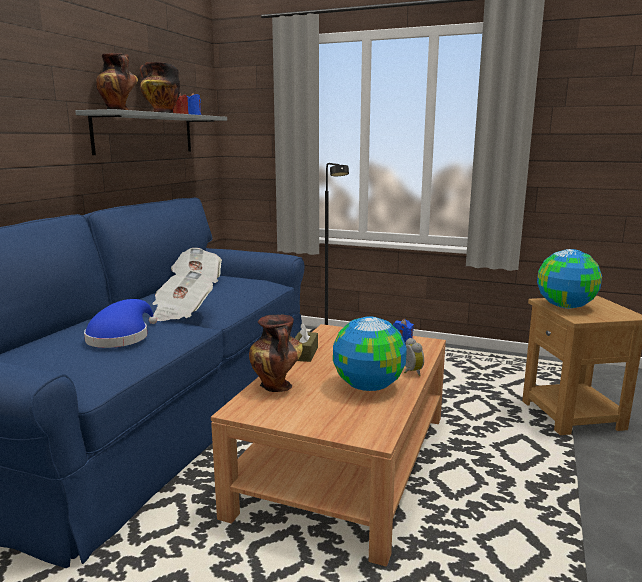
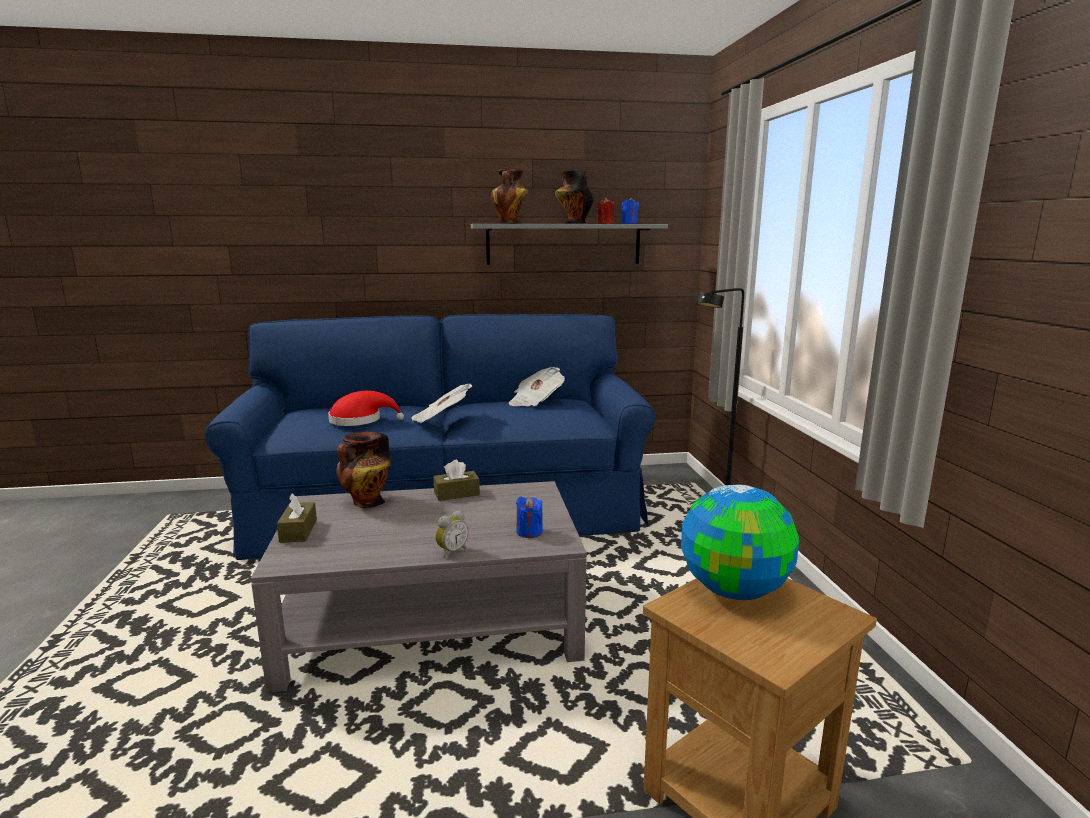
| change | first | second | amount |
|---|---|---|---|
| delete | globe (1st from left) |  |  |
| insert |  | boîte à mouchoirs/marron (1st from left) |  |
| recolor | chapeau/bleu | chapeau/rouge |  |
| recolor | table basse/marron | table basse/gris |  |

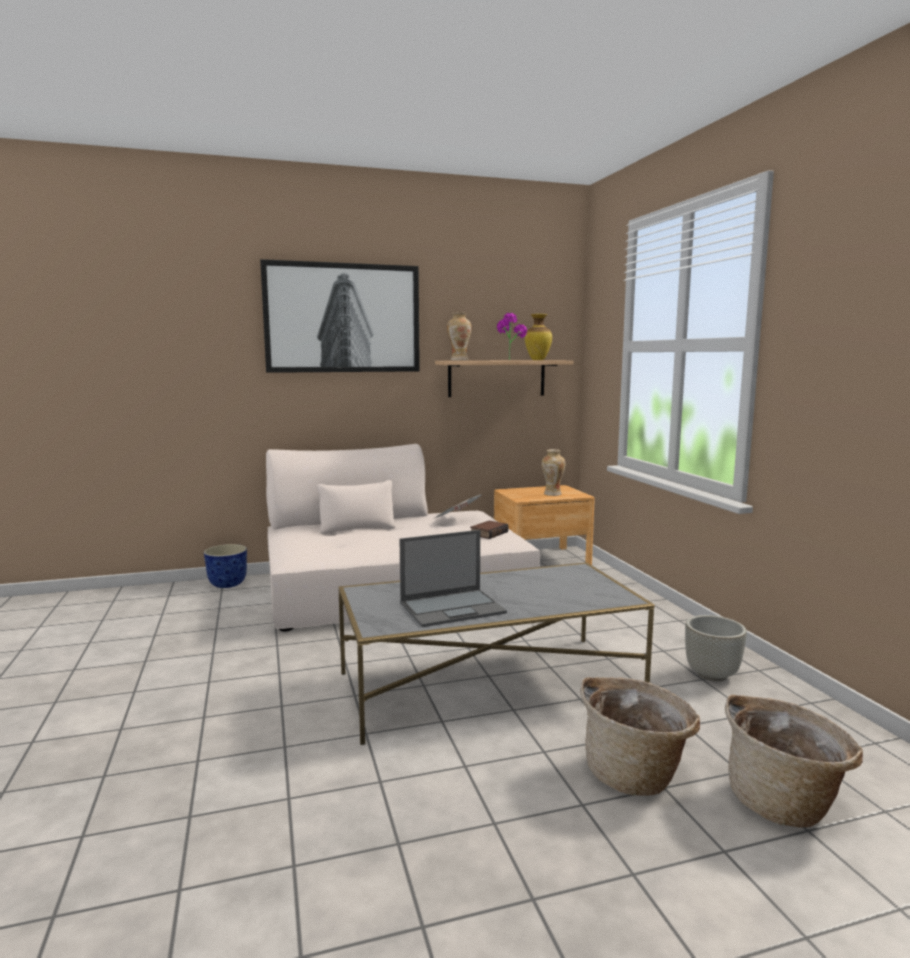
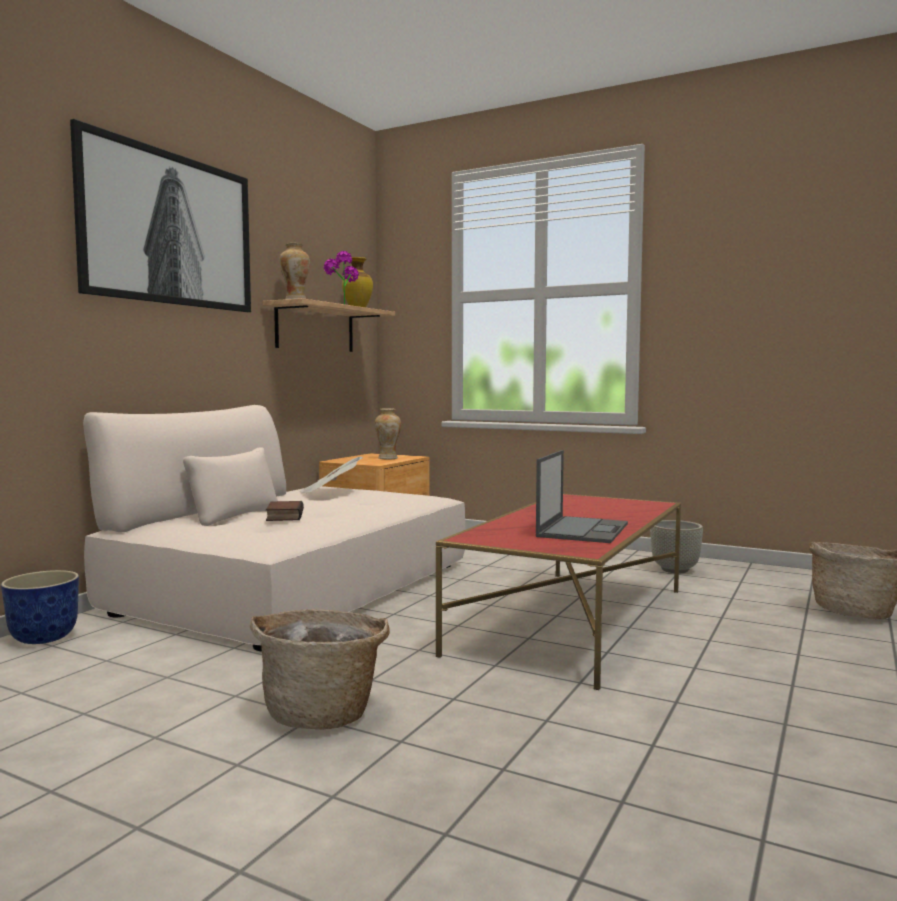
| change | first | second | amount |
|---|---|---|---|
| move | livre |  |  |
| move | panier (1st from left) |  |  |
| recolor | table basse/gris | table basse/rouge |  |

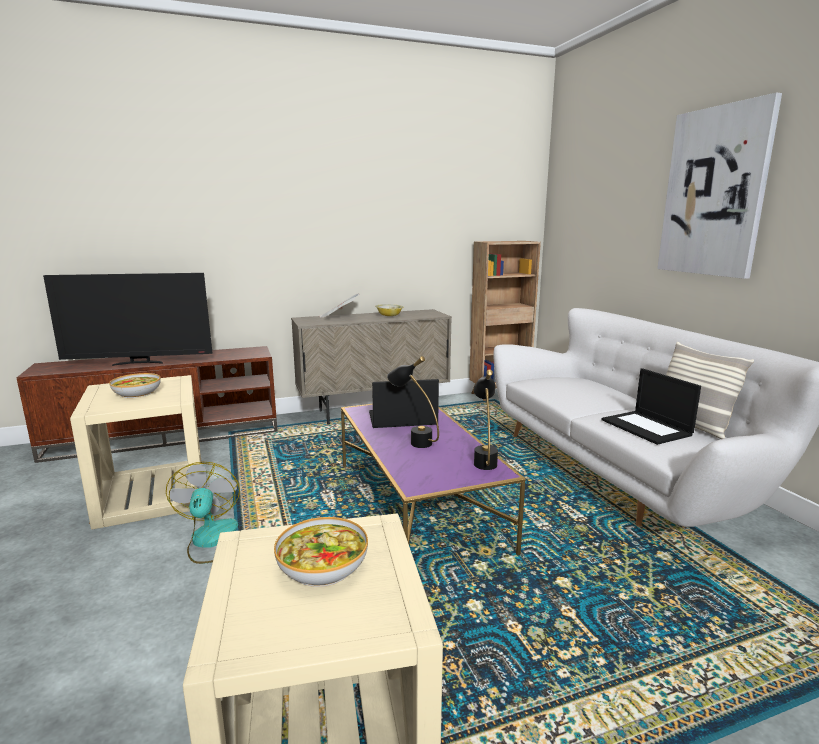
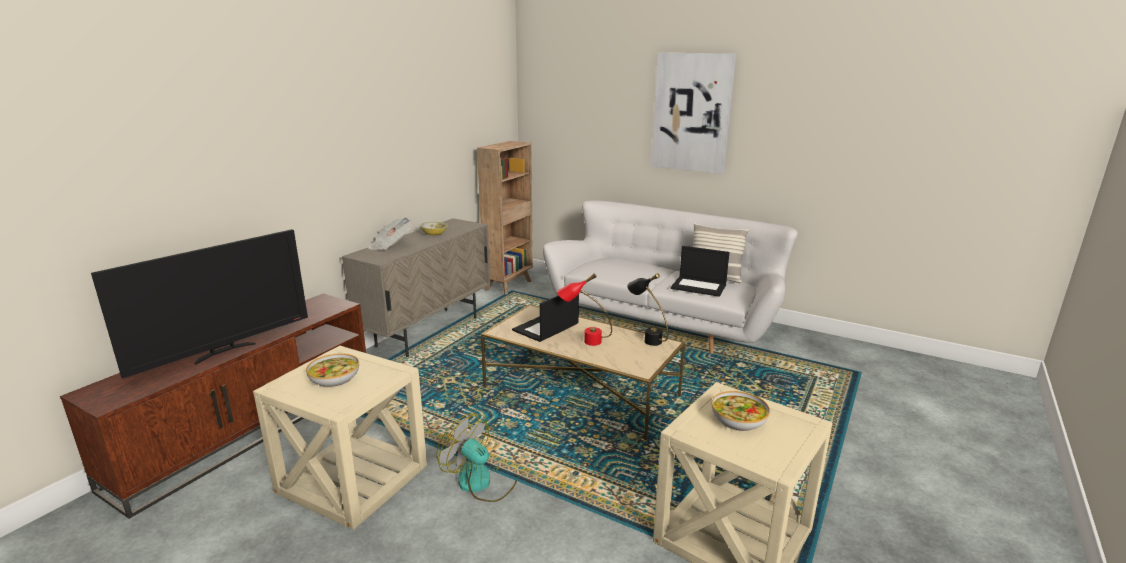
| change | first | second | amount |
|---|---|---|---|
| recolor | table basse/violet | table basse/beige |  |
| recolor | lampe de table/noir (1st from left) | lampe de table/rouge |  |

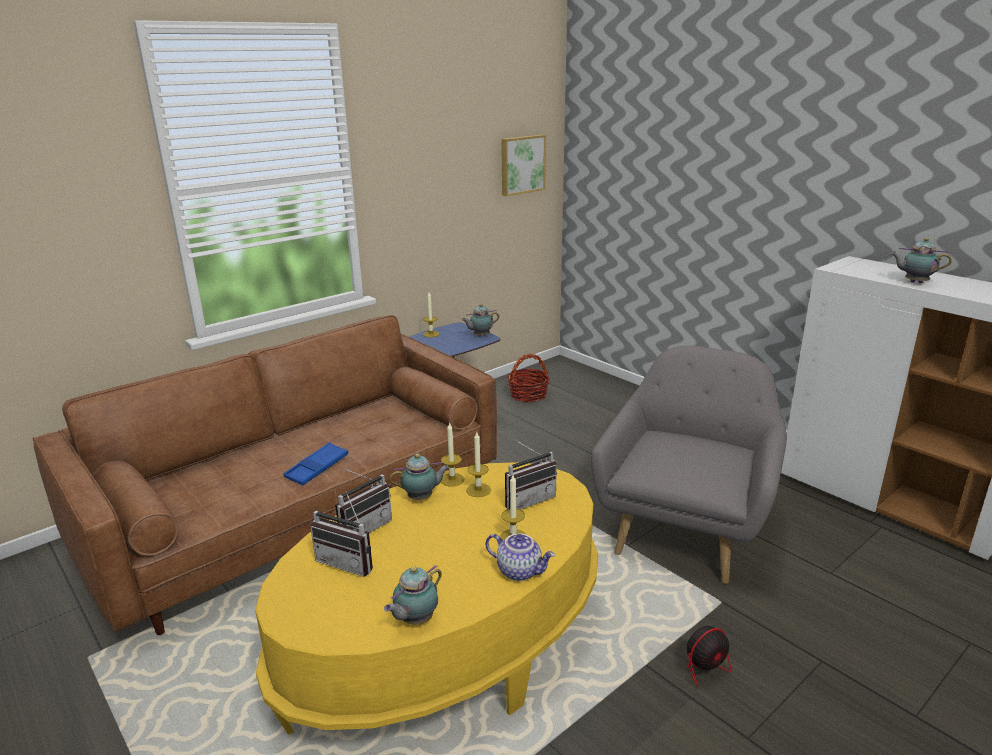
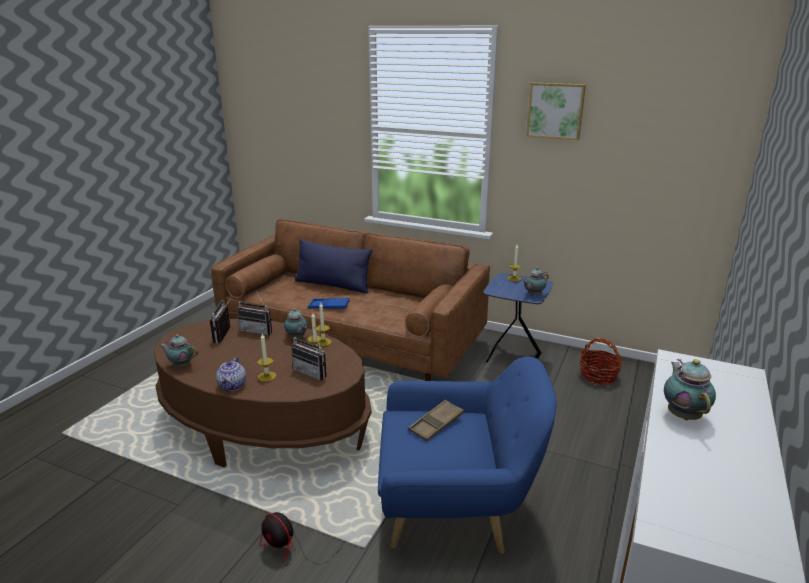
| change | first | second | amount |
|---|---|---|---|
| insert |  | coussin/bleu |  |
| insert |  | plateau/marron |  |
| move | tableau |  |  |
| recolor | table basse/jaune | table basse/marron |  |
| recolor | fauteuil/gris | fauteuil/bleu |  |
| rotate | théière (3rd from left in the first image) | théière (4th from left) | 75 degrees counterclockwise |

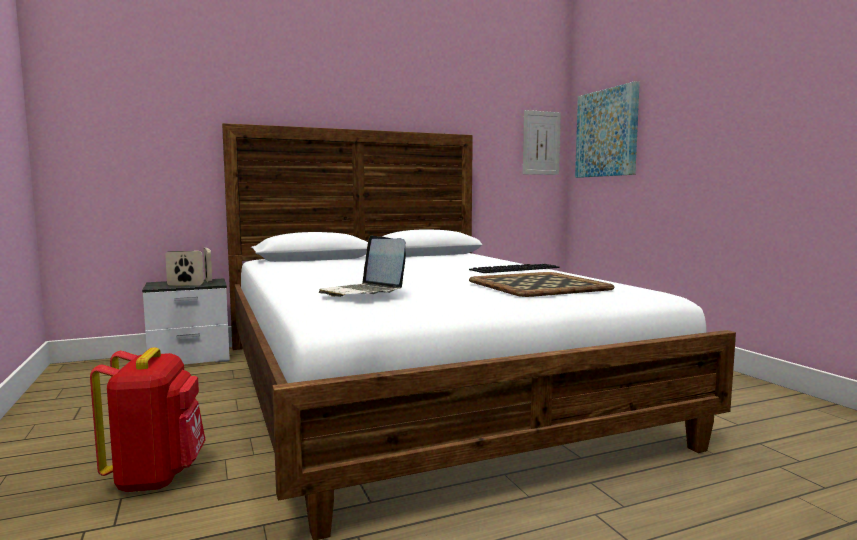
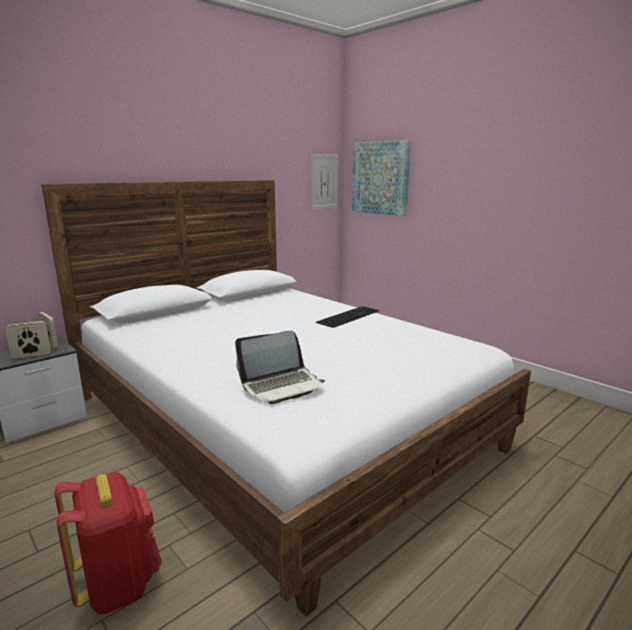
| change | first | second | amount |
|---|---|---|---|
| delete | plateau |  |  |
| rotate | ordinateur portable |  | 60 degrees counterclockwise |

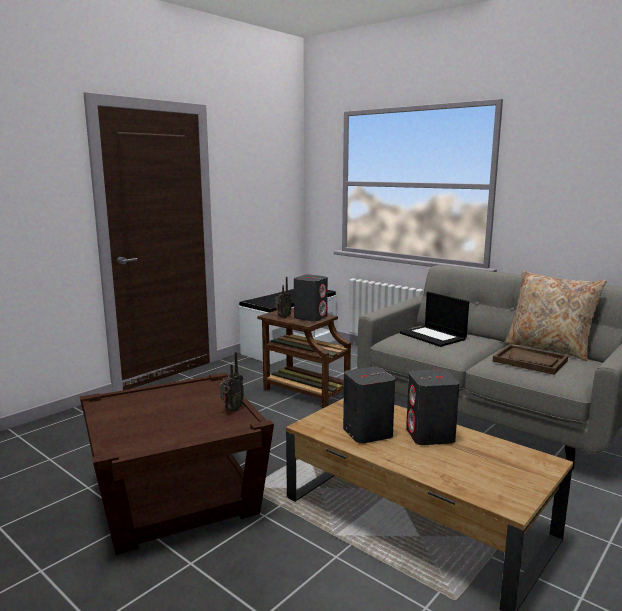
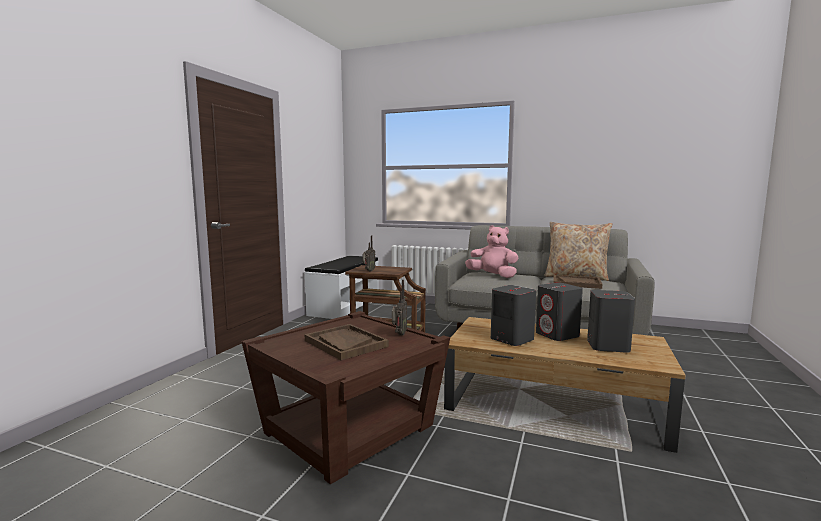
| change | first | second | amount |
|---|---|---|---|
| insert |  | plateau/marron (1st from left) |  |
| move | enceinte/gris (1st from left in the first image) | enceinte/gris (3rd from left) |  |
| replace | ordinateur portable | peluche/rose |  |

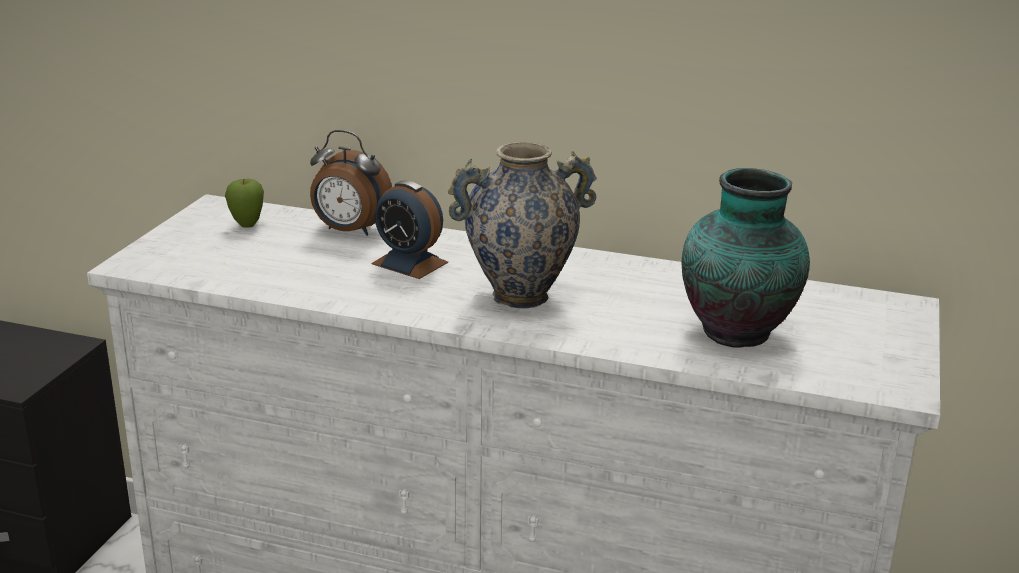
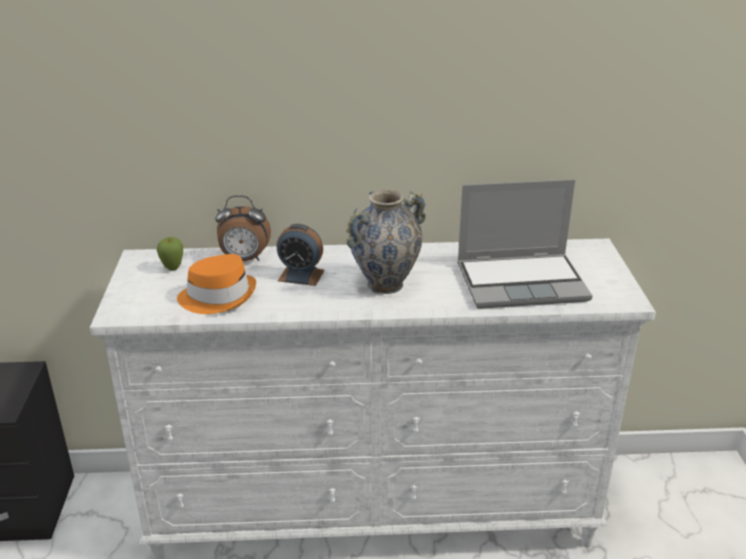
| change | first | second | amount |
|---|---|---|---|
| insert |  | chapeau/orange |  |
| replace | vase (2nd from left) | ordinateur portable |  |

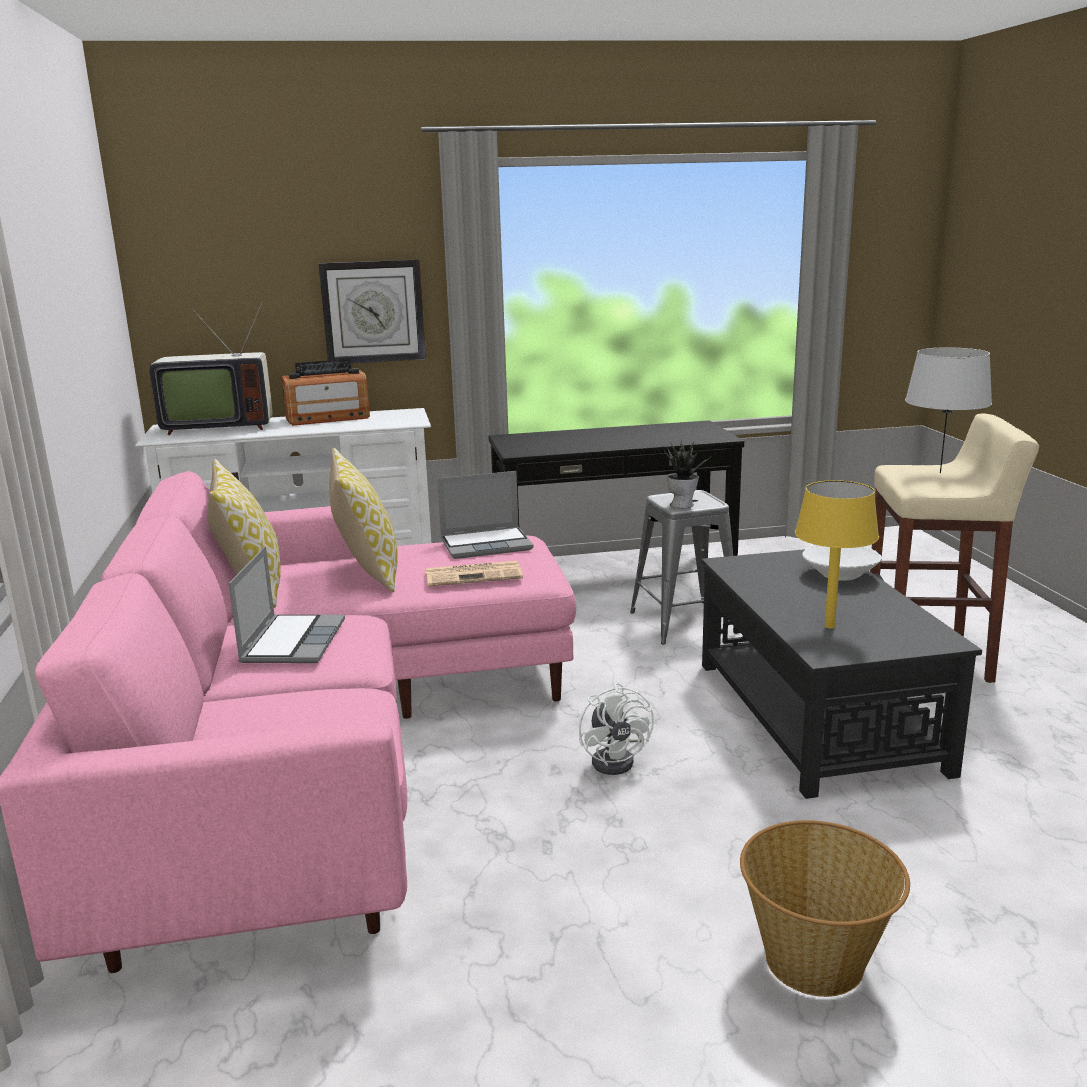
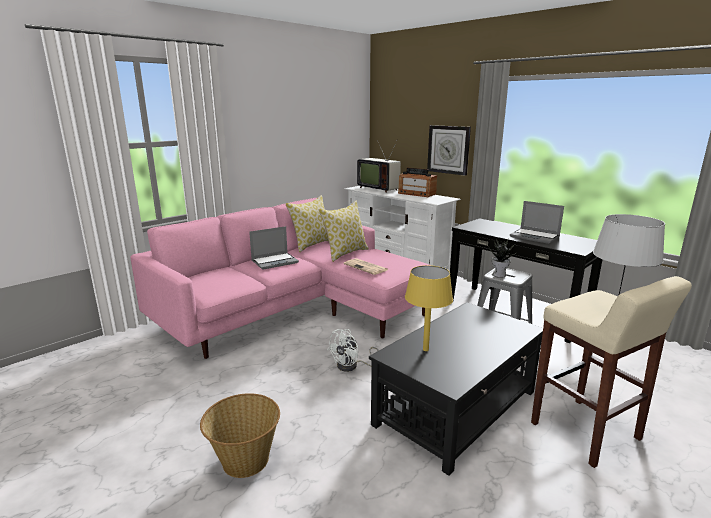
| change | first | second | amount |
|---|---|---|---|
| delete | bol/blanc |  |  |
| move | ordinateur portable (2nd from left) |  |  |

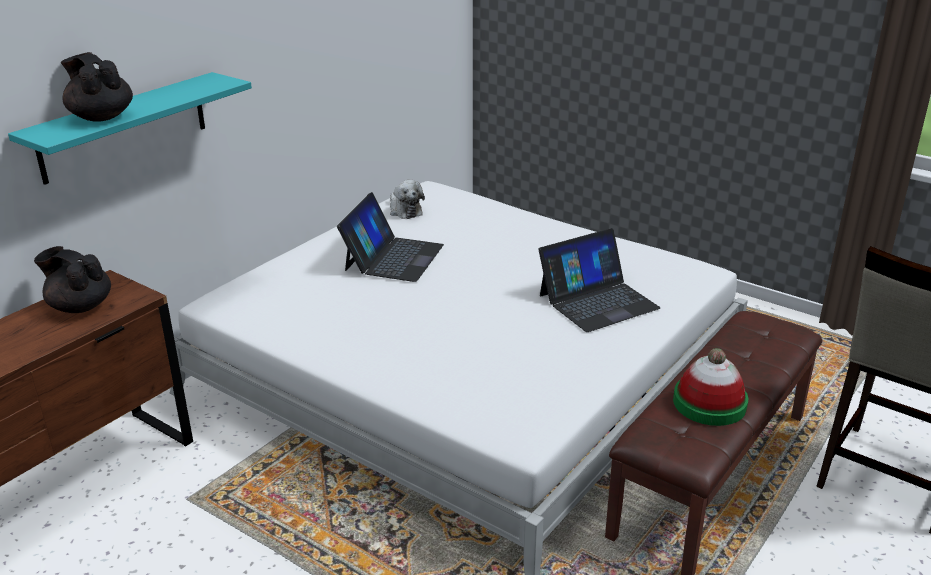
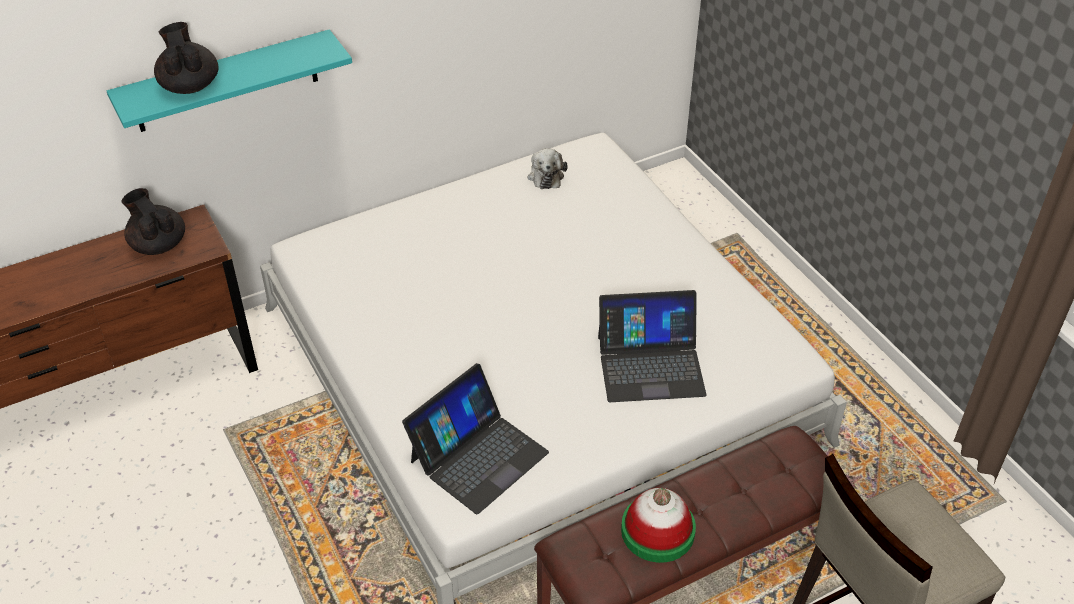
| change | first | second | amount |
|---|---|---|---|
| move | ordinateur portable (1st from left) |  |  |

